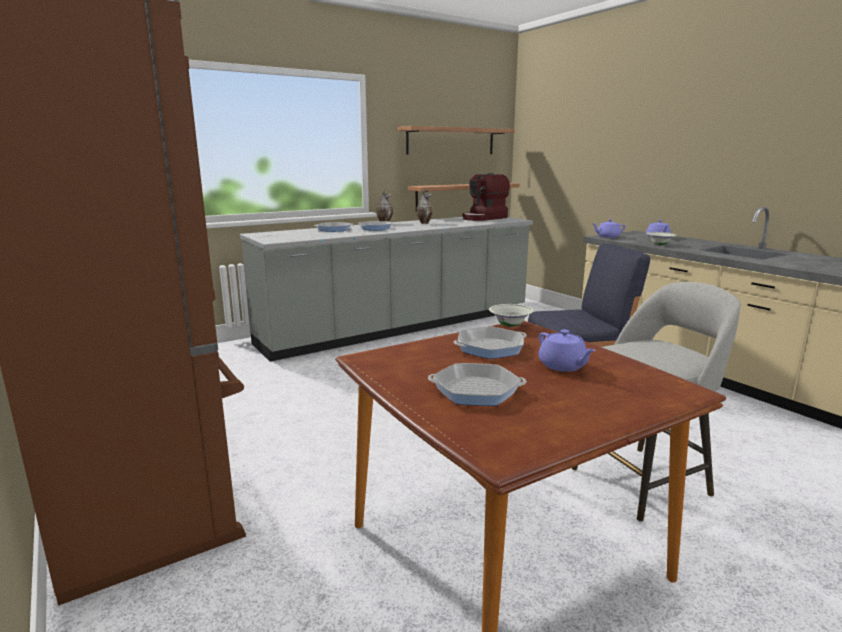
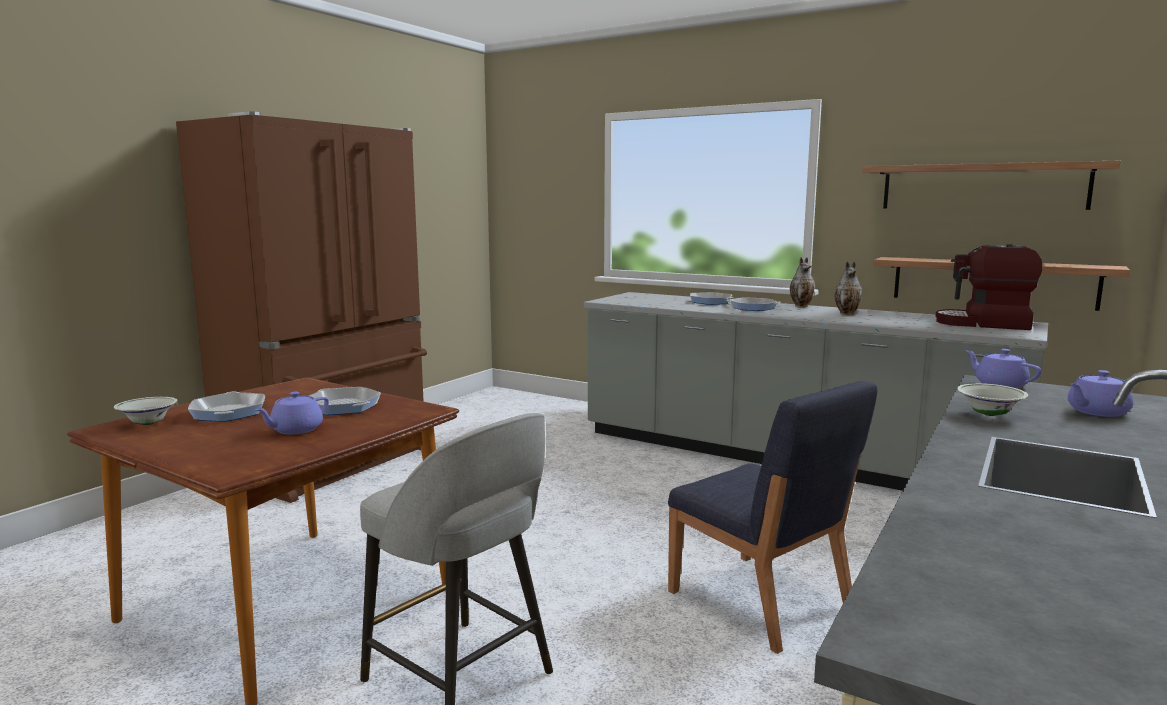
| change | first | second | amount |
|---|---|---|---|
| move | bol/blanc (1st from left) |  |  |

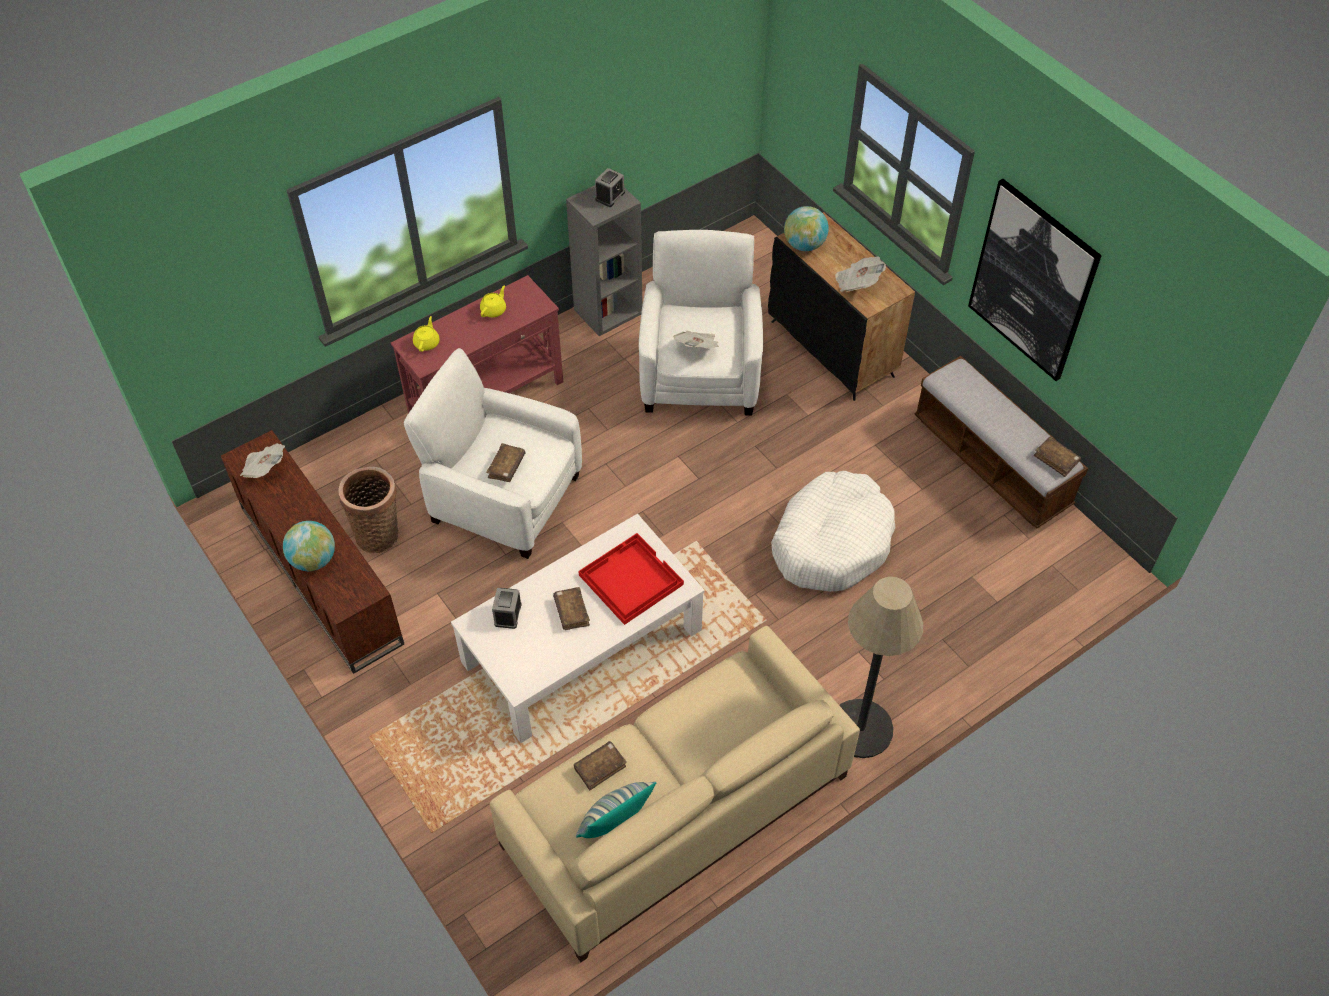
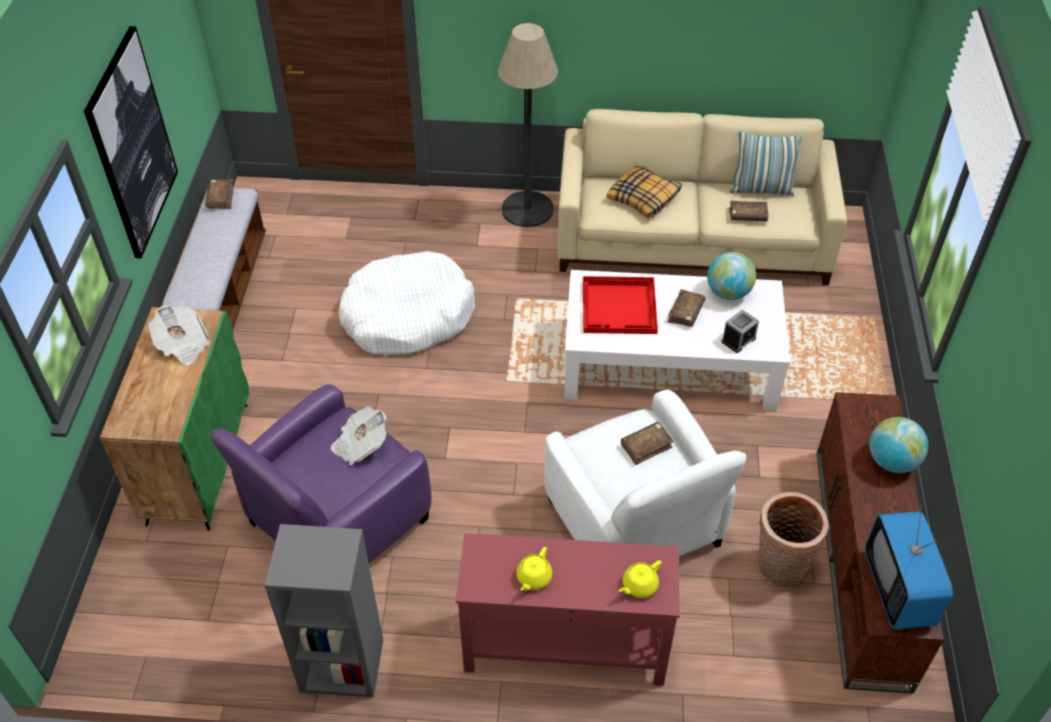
| change | first | second | amount |
|---|---|---|---|
| delete | réveil (2nd from left) |  |  |
| insert |  | coussin (1st from left) |  |
| move | globe (2nd from left in the first image) | globe (1st from left) |  |
| replace | journal (1st from left) | téléviseur |  |
| recolor | fauteuil/blanc (2nd from left) | fauteuil/violet |  |
| recolor | meuble de rangement/noir | meuble de rangement/vert |  |
| rotate | théière/jaune (2nd from left in the first image) | théière/jaune (1st from left) | 45 degrees counterclockwise |

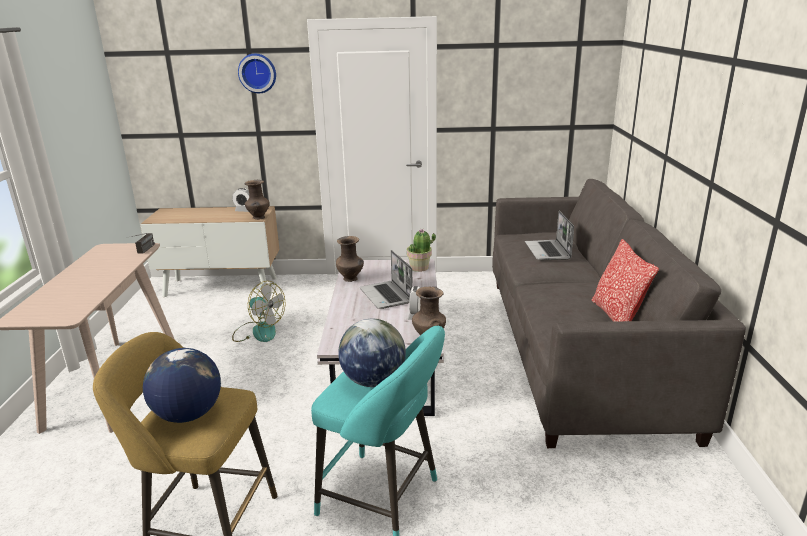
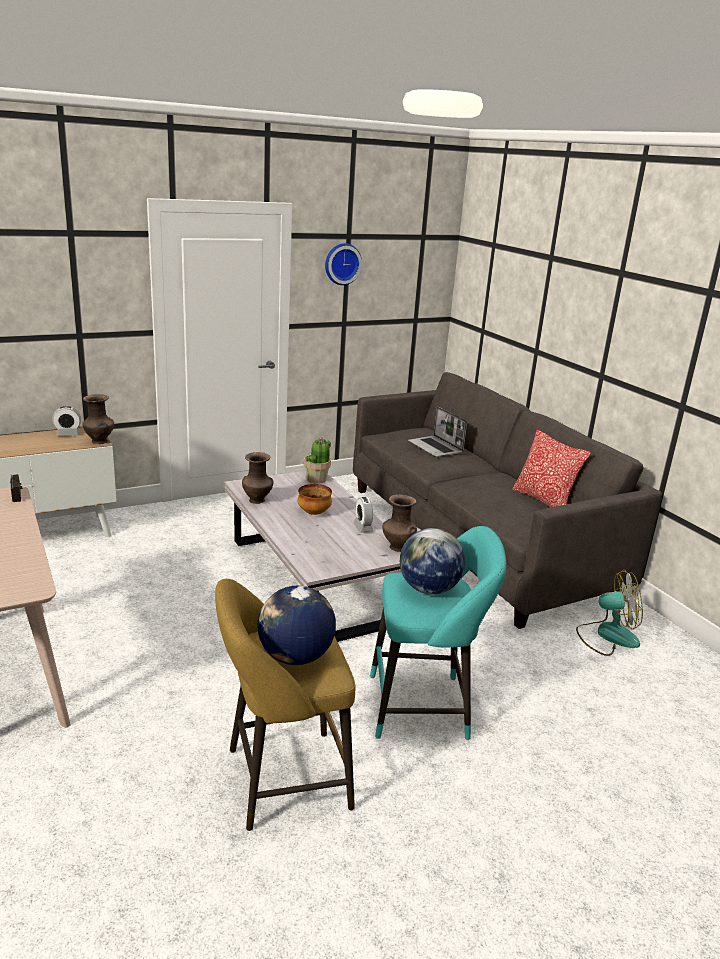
| change | first | second | amount |
|---|---|---|---|
| move | ventilateur |  |  |
| move | horloge murale |  |  |
| replace | ordinateur portable (1st from left) | bol |  |

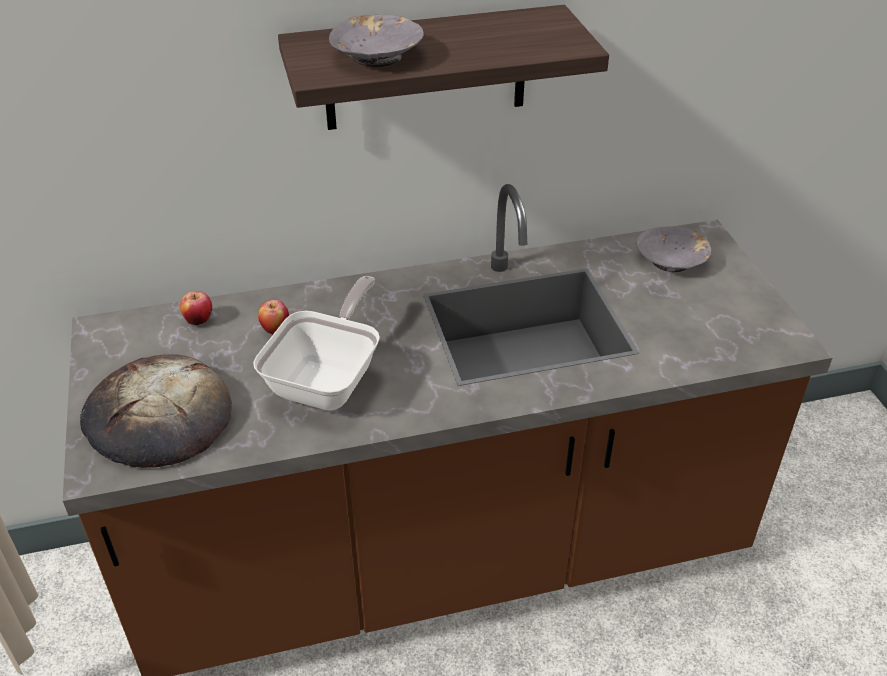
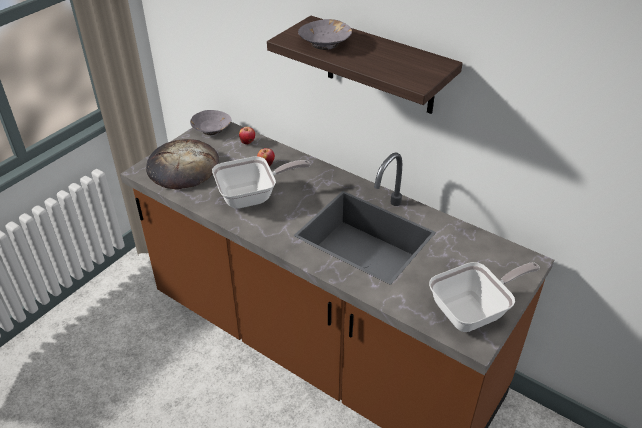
| change | first | second | amount |
|---|---|---|---|
| insert |  | poêle (2nd from left) |  |
| move | bol/gris (2nd from left in the first image) | bol/gris (1st from left) |  |

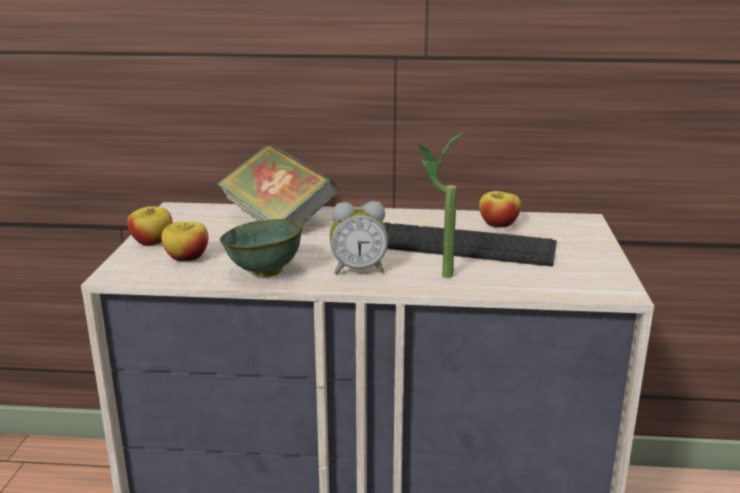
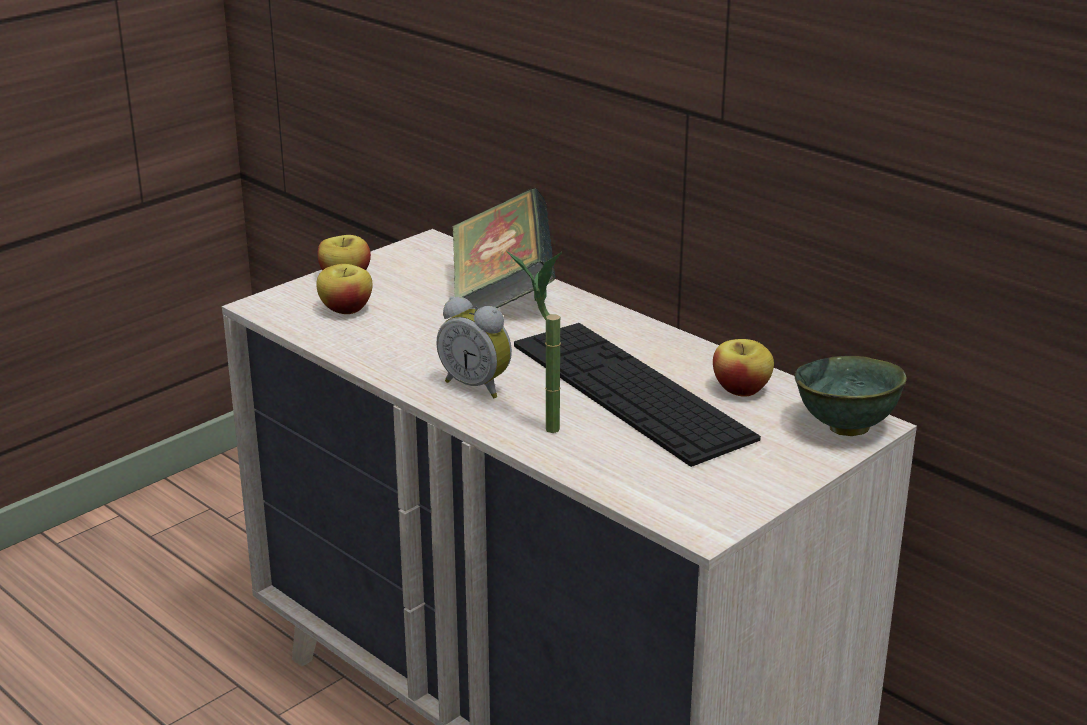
| change | first | second | amount |
|---|---|---|---|
| move | bol/vert |  |  |

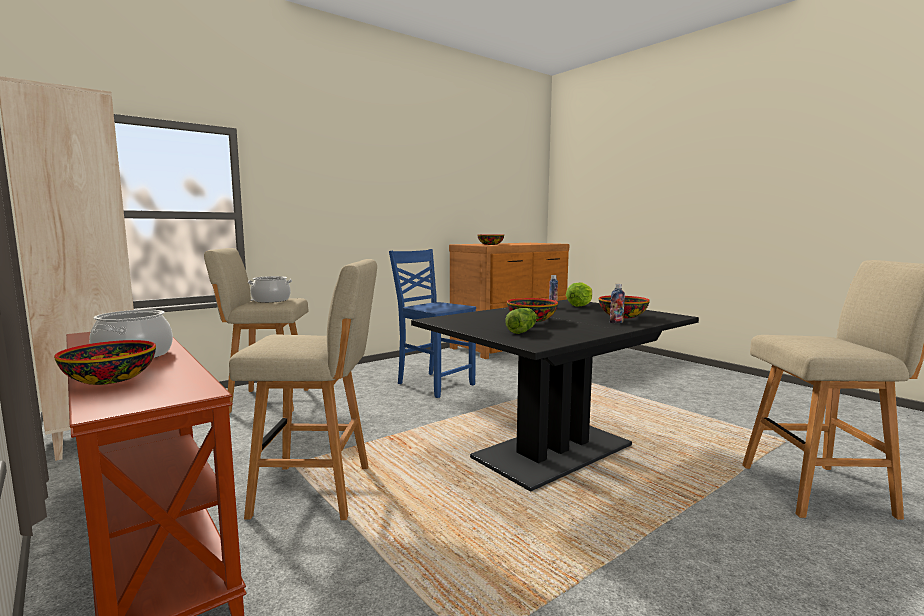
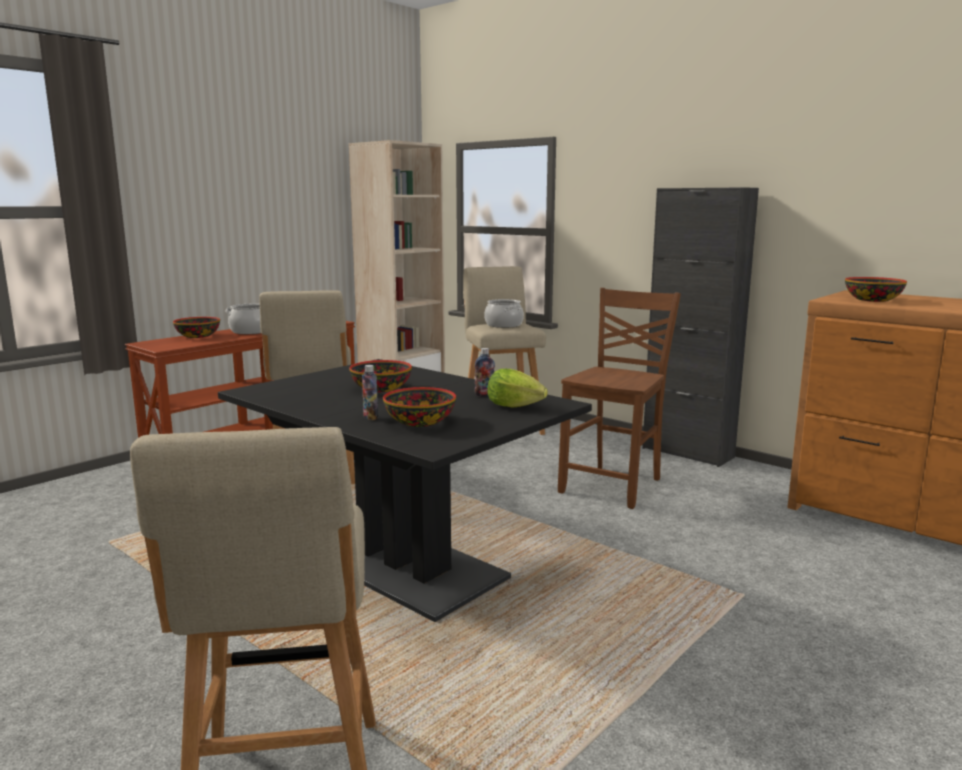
| change | first | second | amount |
|---|---|---|---|
| delete | laitue (1st from left) |  |  |
| insert |  | meuble de rangement/noir |  |
| recolor | chaise/bleu | chaise/marron |  |

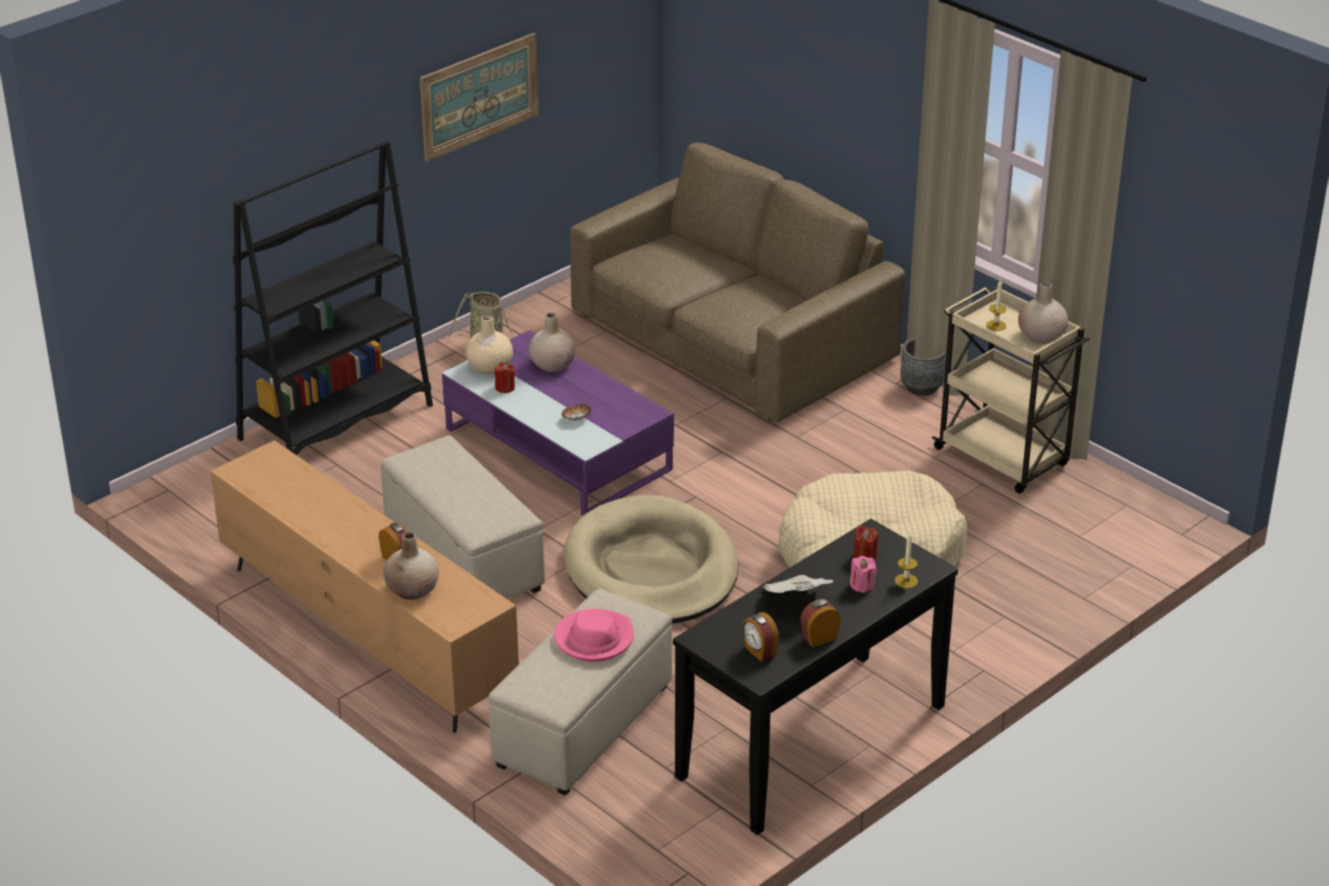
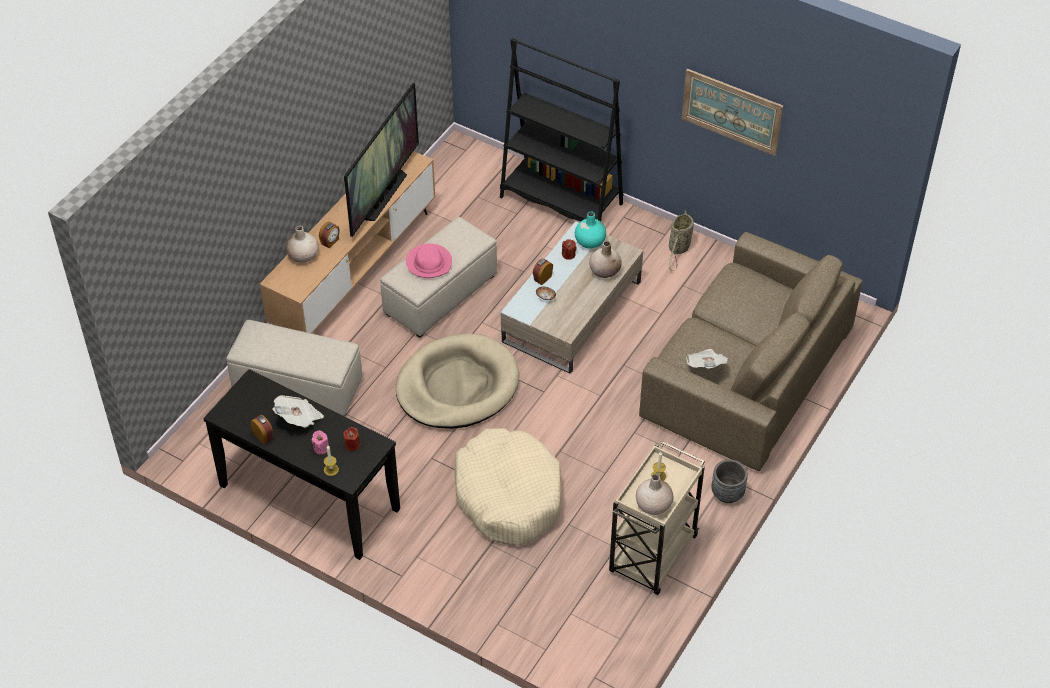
| change | first | second | amount |
|---|---|---|---|
| insert |  | téléviseur |  |
| insert |  | journal (2nd from left) |  |
| move | chapeau/rose |  |  |
| move | réveil (2nd from left in the first image) | réveil (3rd from left) |  |
| recolor | table basse/violet | table basse/beige |  |
| recolor | vase/beige (2nd from left) | vase/turquoise |  |

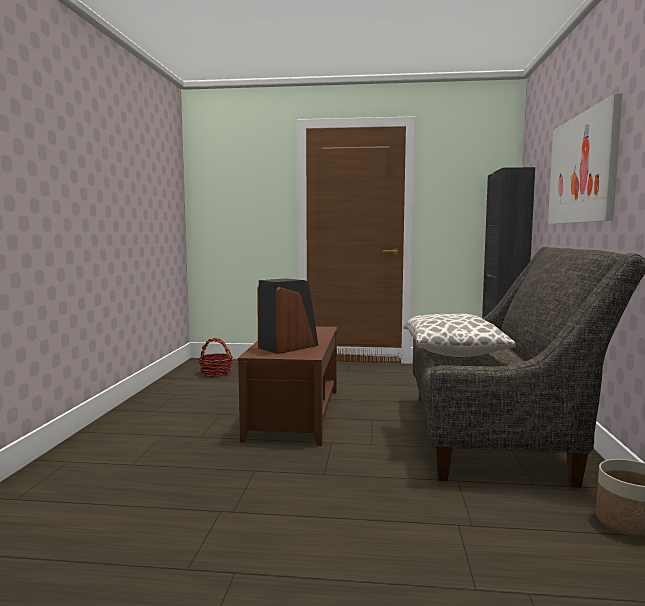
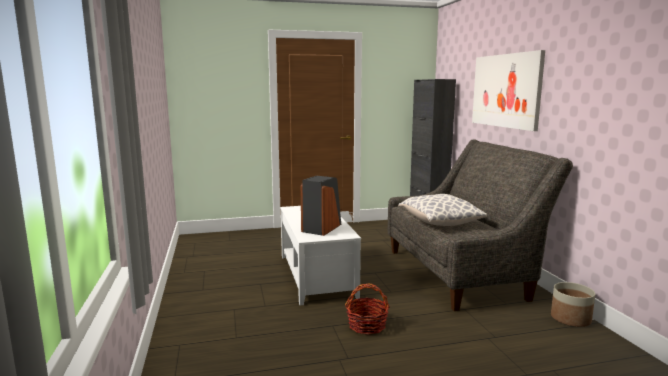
| change | first | second | amount |
|---|---|---|---|
| move | panier |  |  |
| recolor | table basse/marron | table basse/blanc |  |

